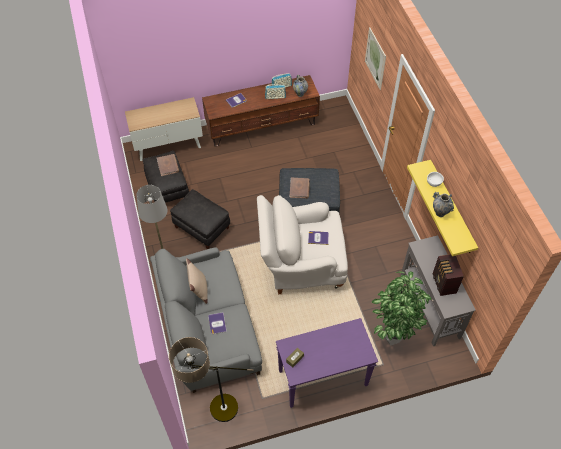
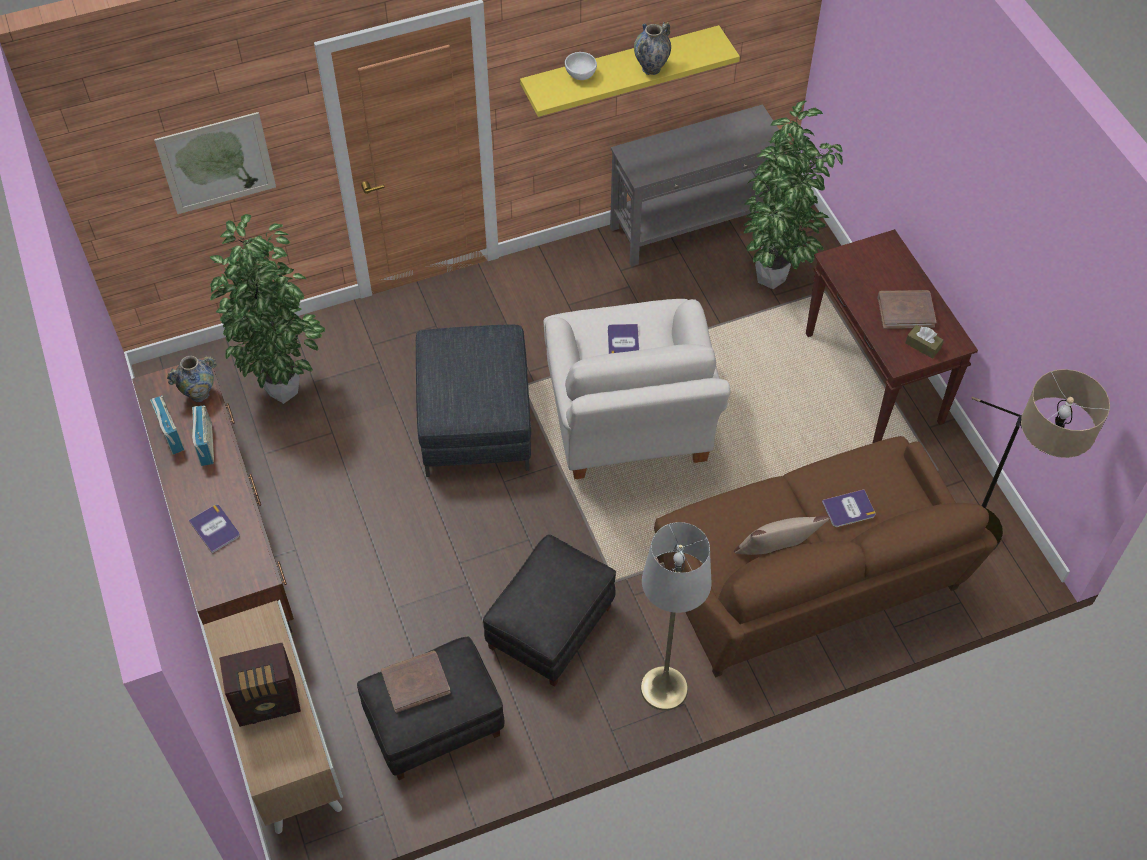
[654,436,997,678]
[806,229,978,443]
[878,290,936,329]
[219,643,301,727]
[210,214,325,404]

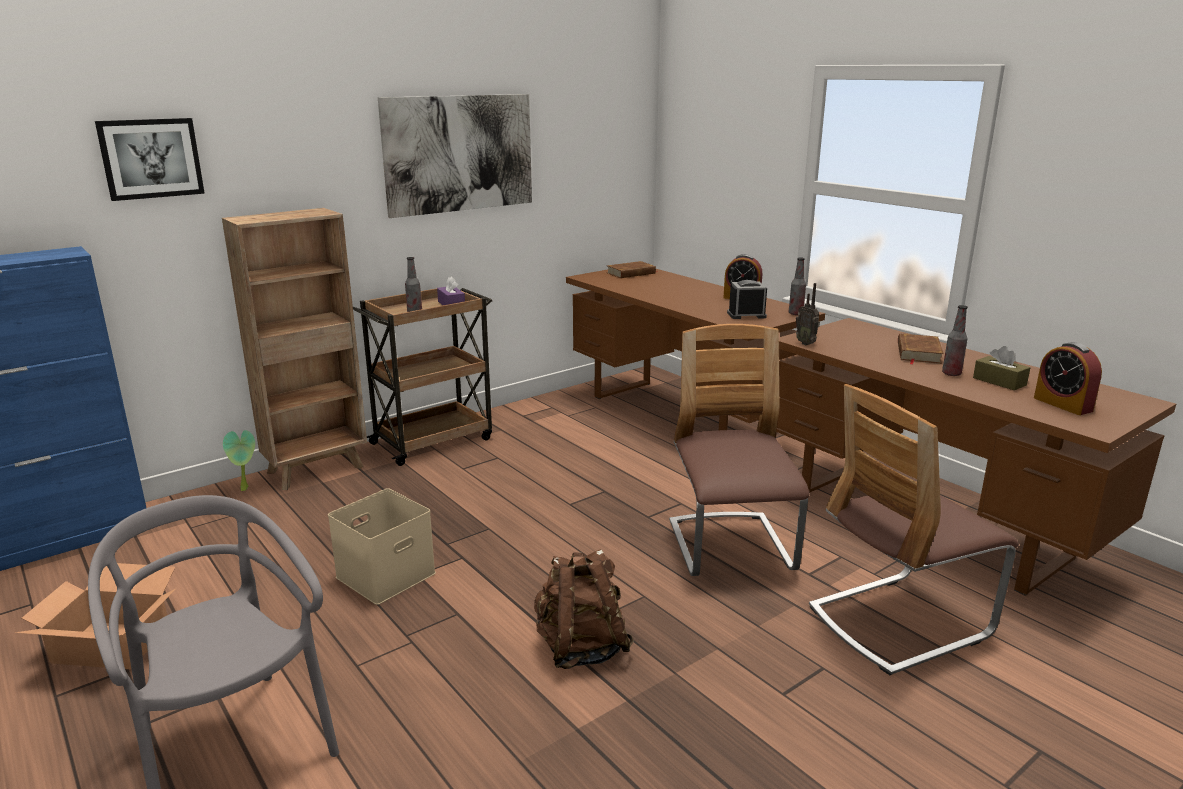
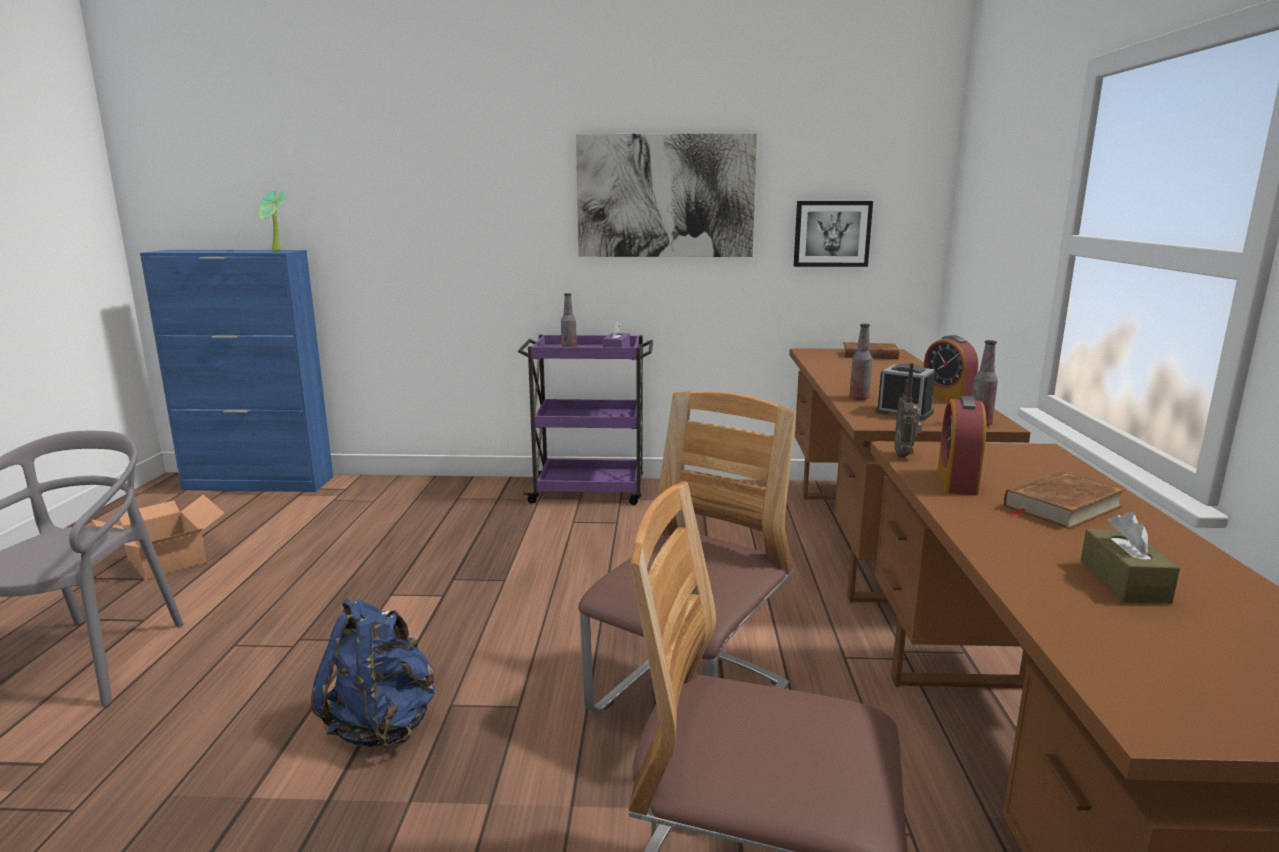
[794,201,873,267]
[222,208,367,490] (first image)
[258,190,286,252]
[328,488,436,605] (first image)
[518,335,653,505]
[311,599,434,748]
[849,324,872,400]
[938,396,986,496]

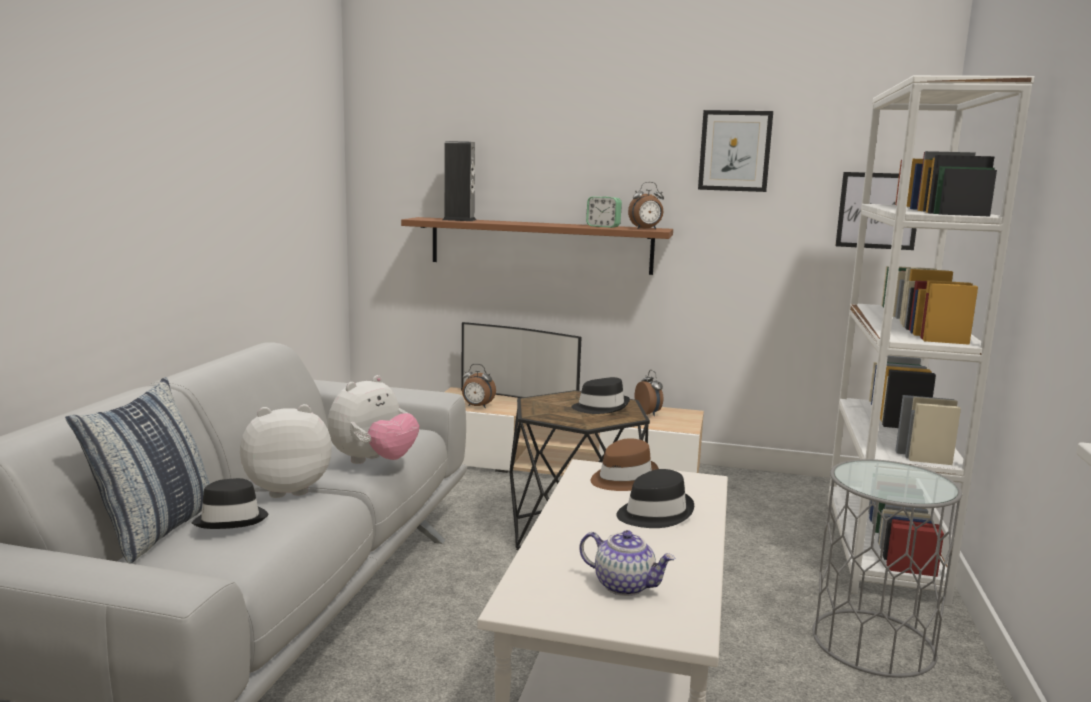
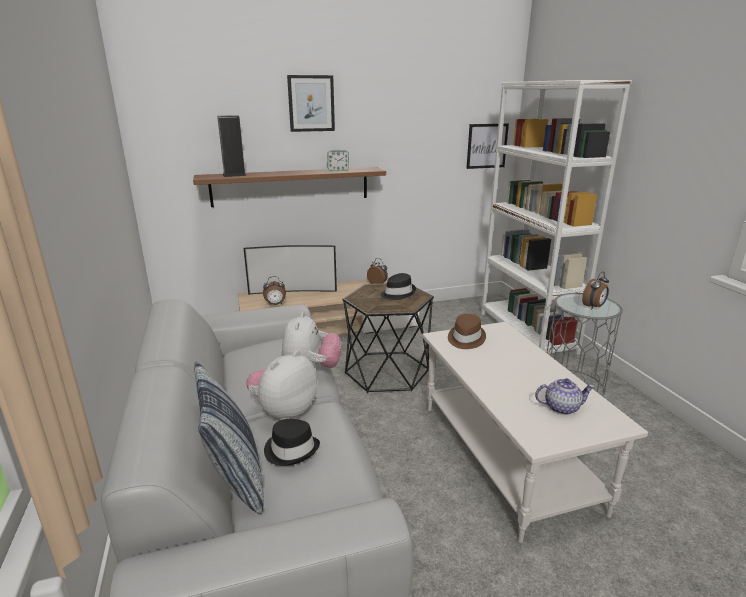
[616,469,694,528] (first image)
[582,271,609,310]
[287,75,335,132]

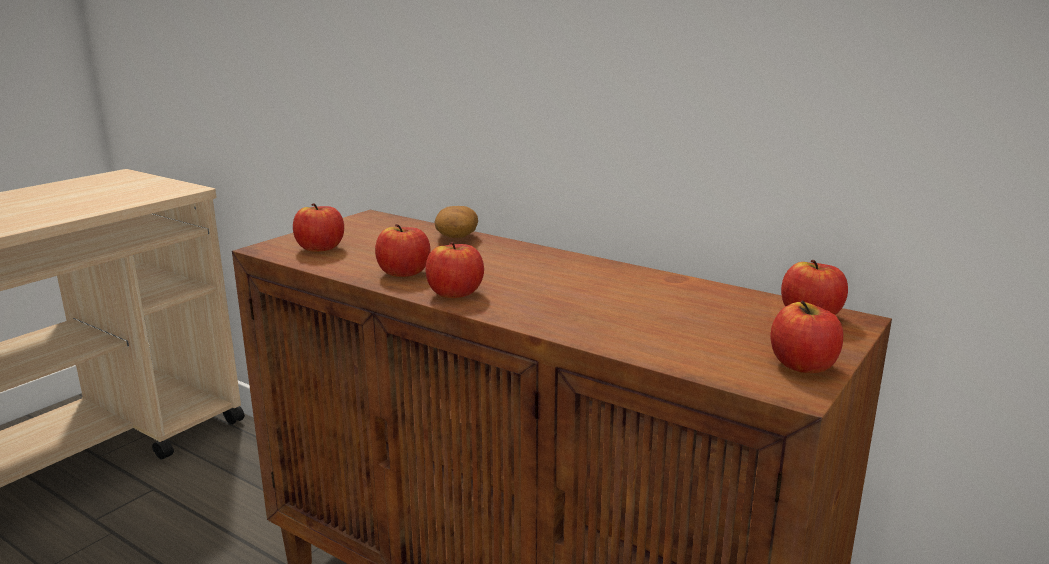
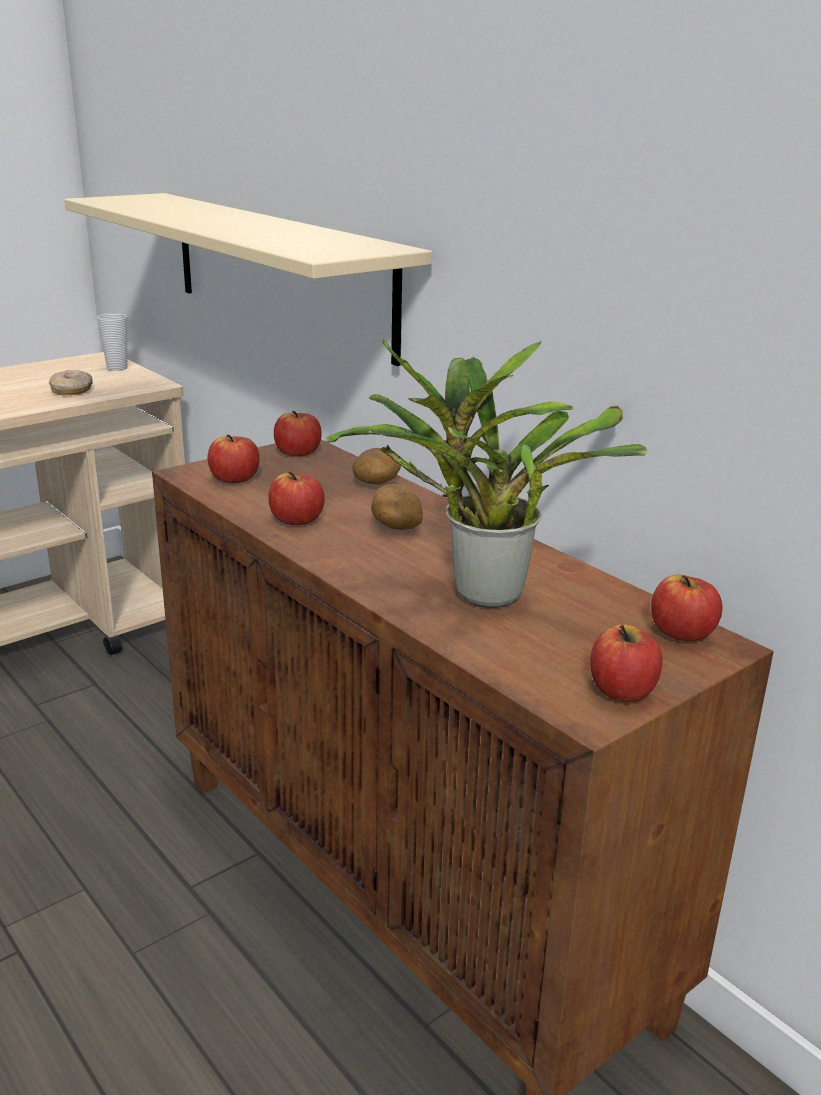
[274,411,322,457]
[48,370,93,395]
[64,193,432,366]
[97,313,128,371]
[324,340,647,608]
[371,484,423,530]

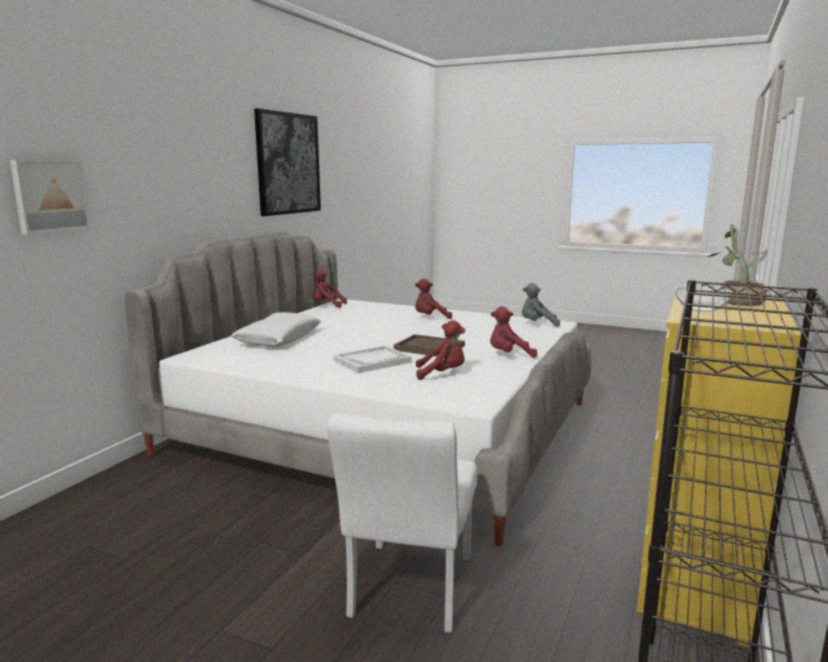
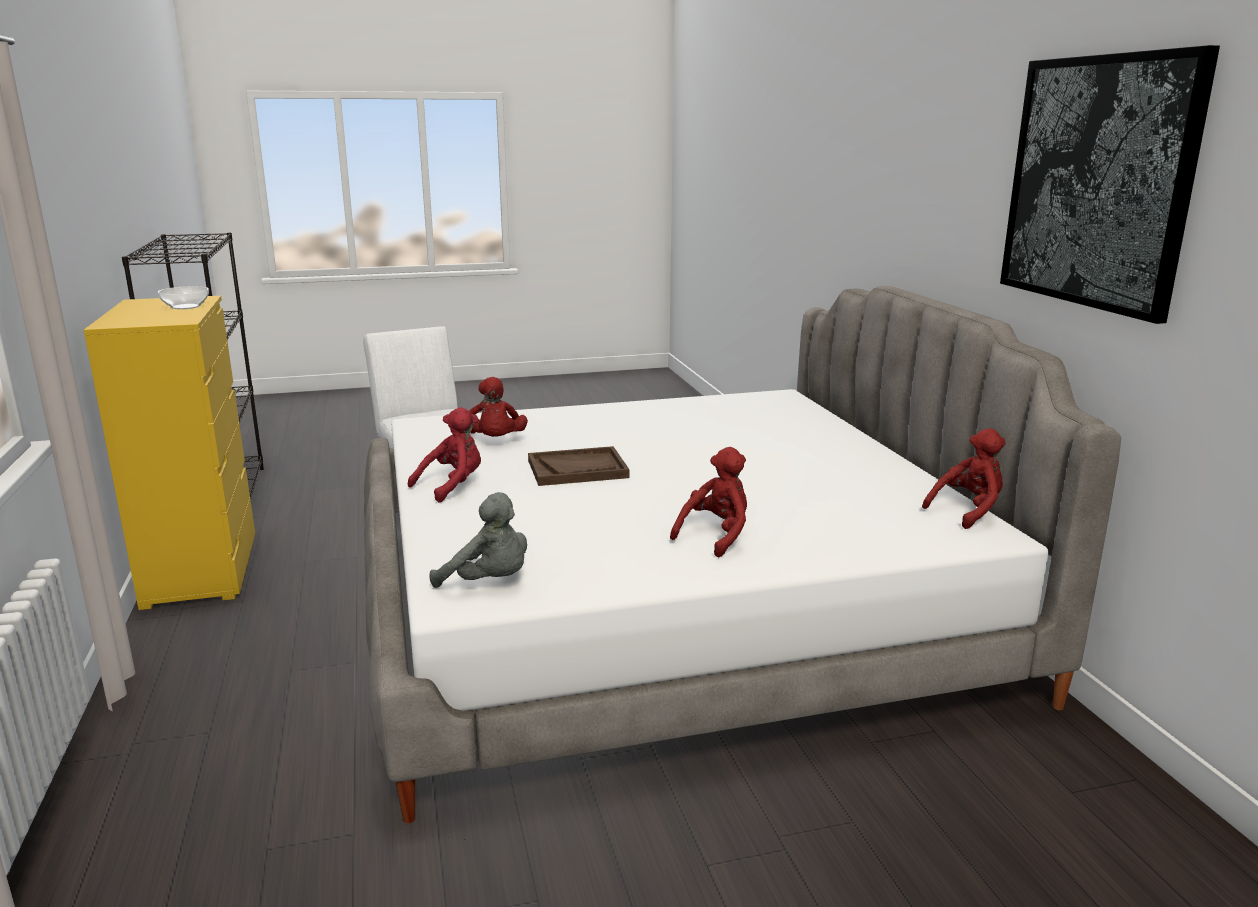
[10,160,90,234] (first image)
[231,312,321,346] (first image)
[334,345,412,373] (first image)
[469,377,528,437]
[429,492,527,588]
[707,224,767,306] (first image)

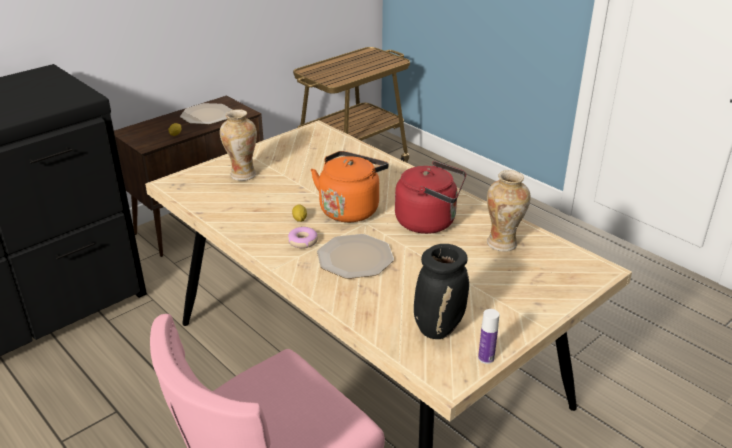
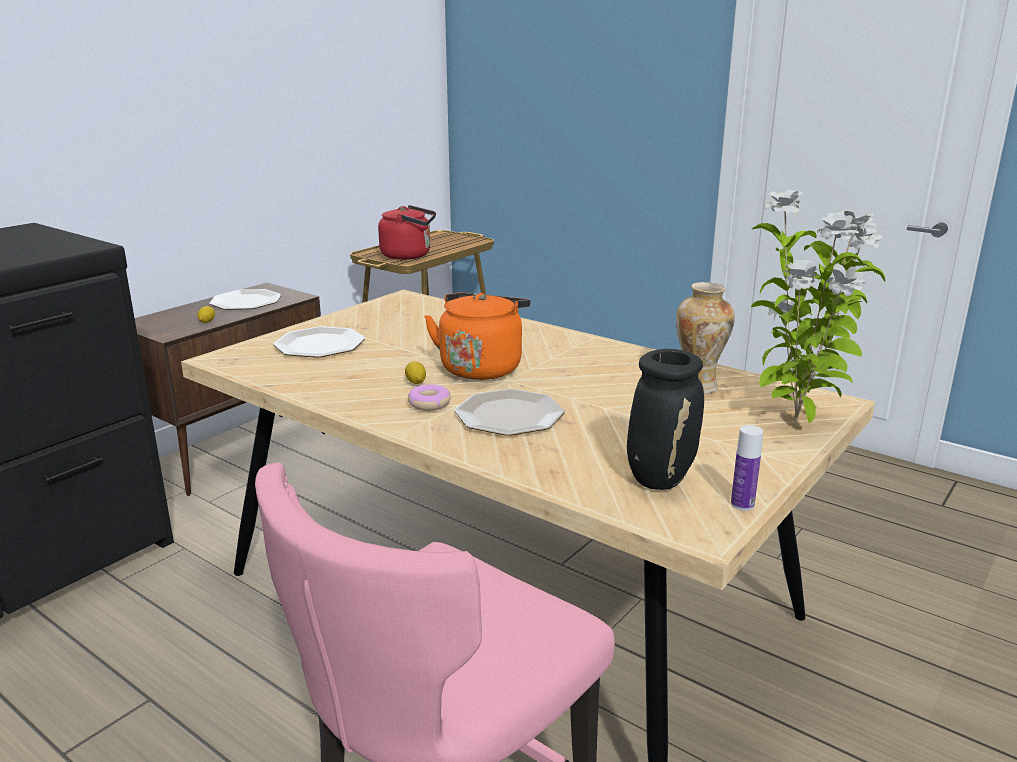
[273,326,365,358]
[378,205,436,260]
[751,190,885,423]

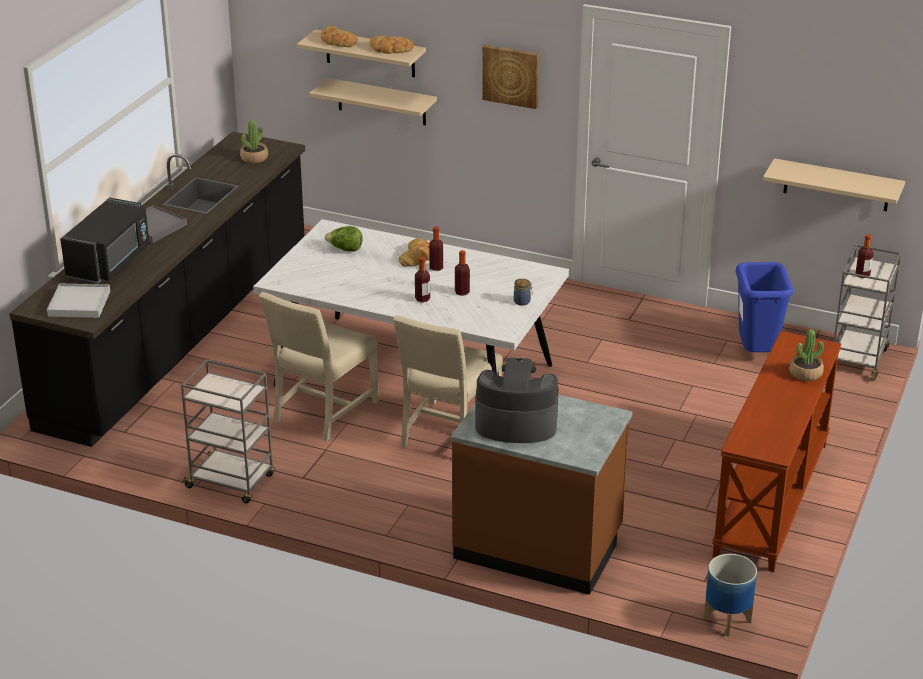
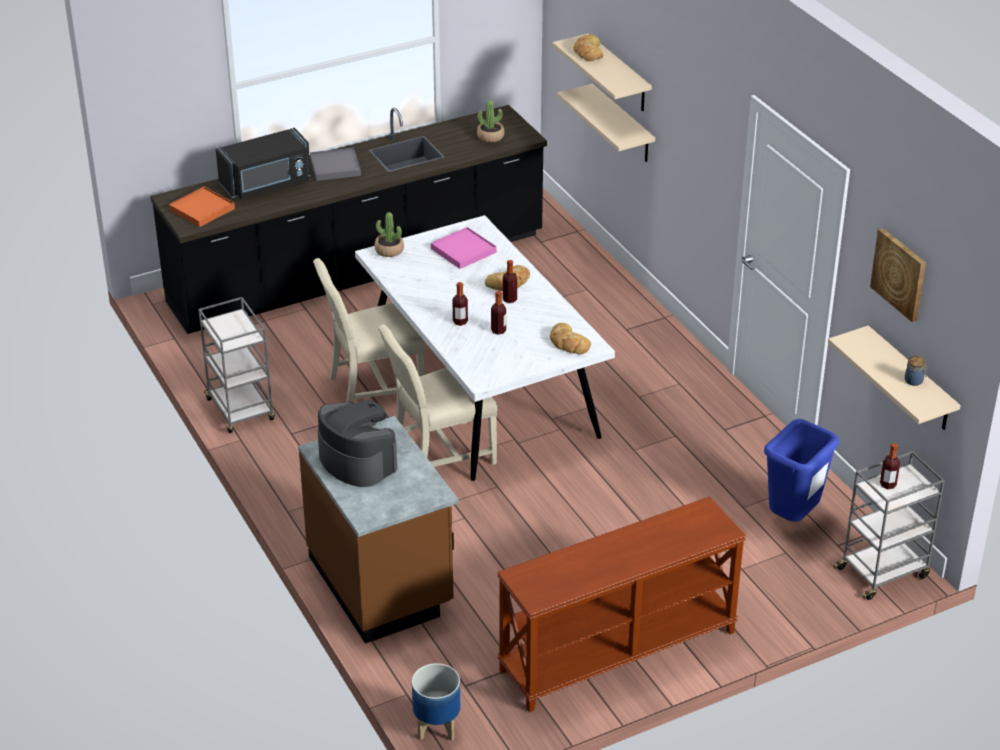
[169,187,235,227]
[431,227,497,269]
[550,323,591,355]
[870,228,926,322]
[905,356,928,386]
[374,212,404,257]

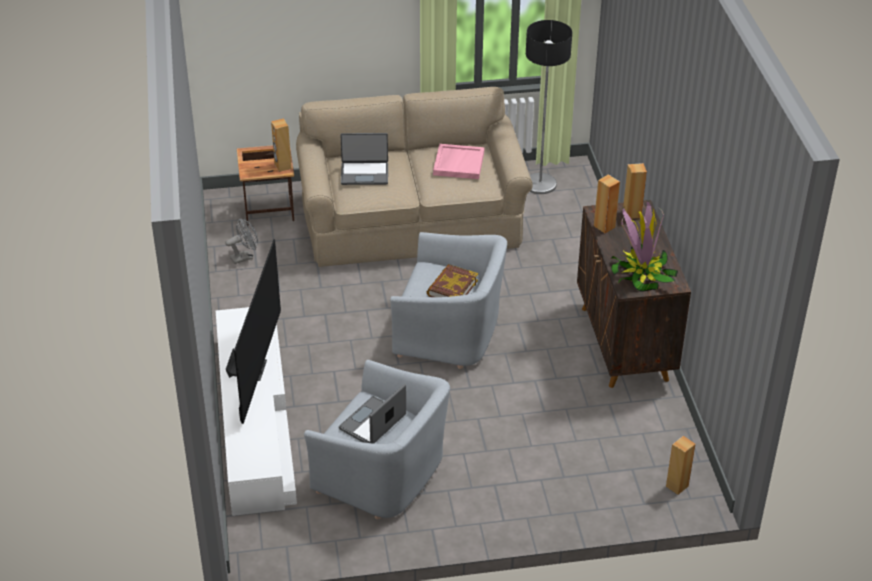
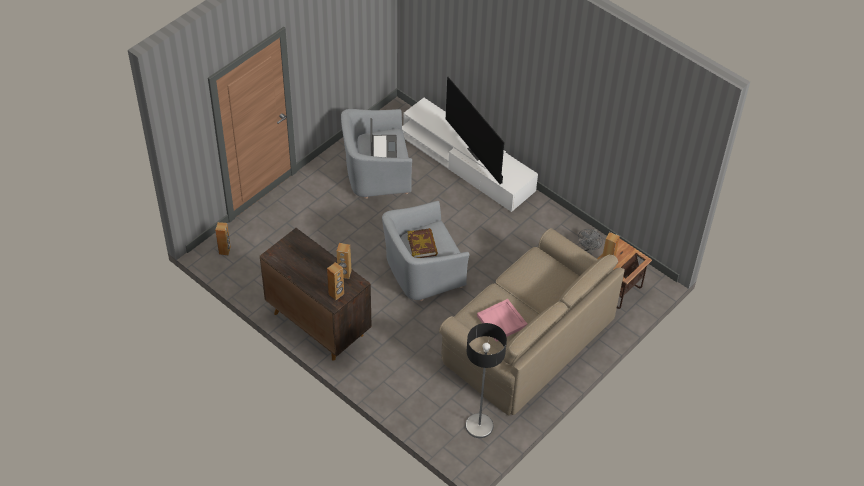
[340,133,388,185] (first image)
[611,199,678,292] (first image)

